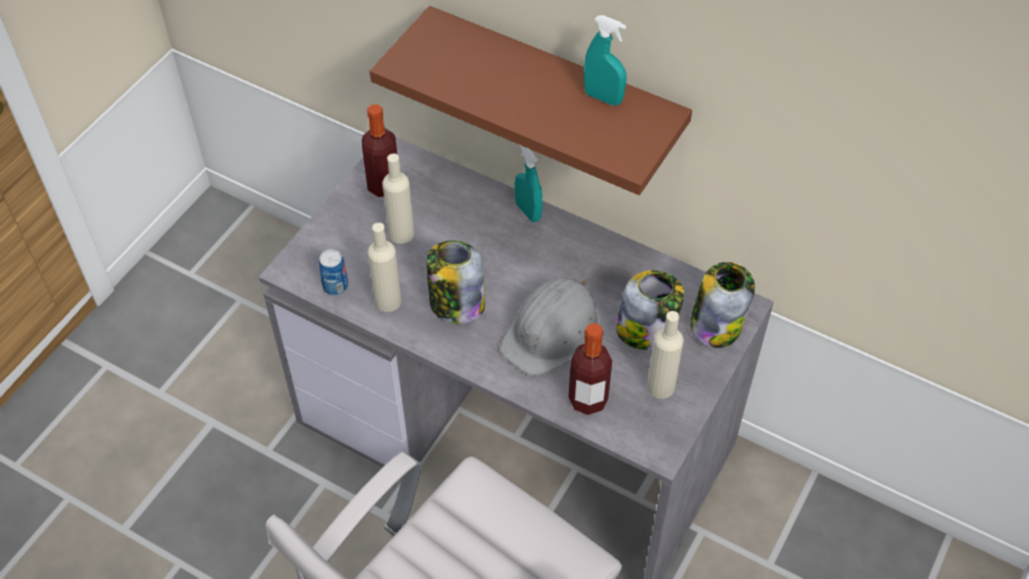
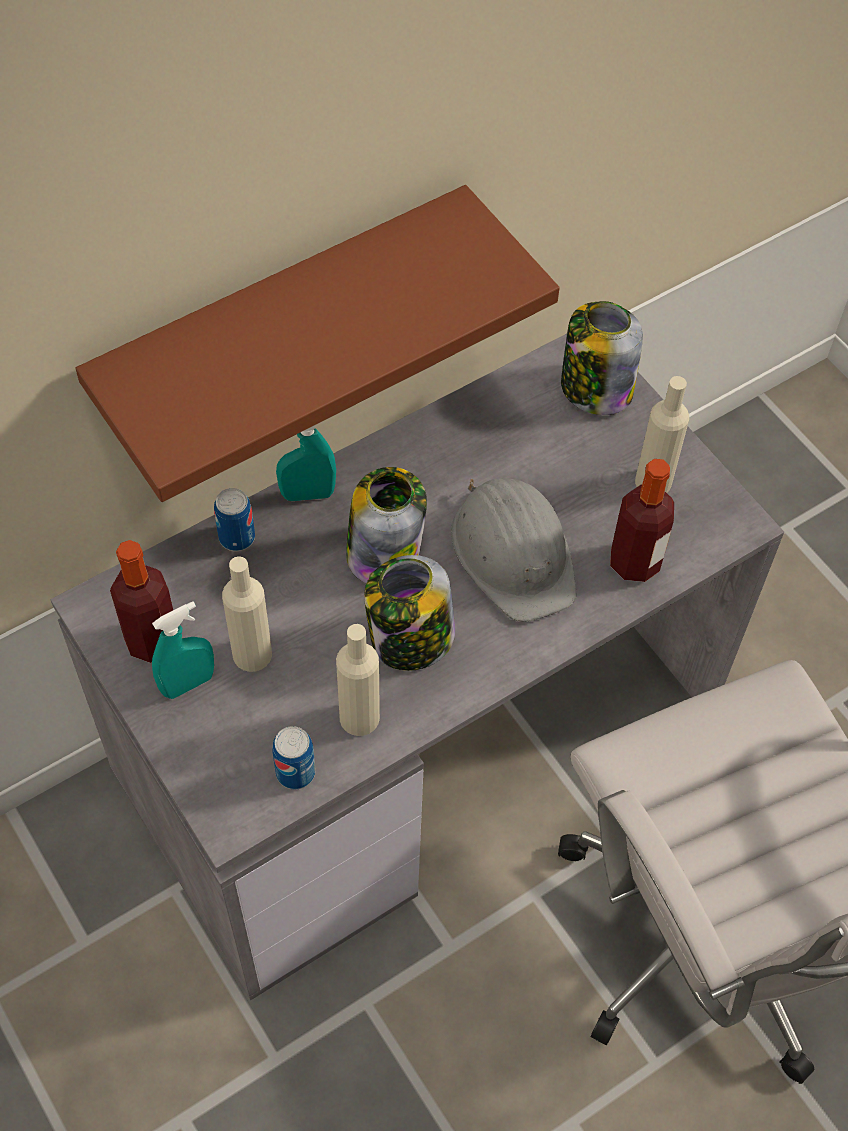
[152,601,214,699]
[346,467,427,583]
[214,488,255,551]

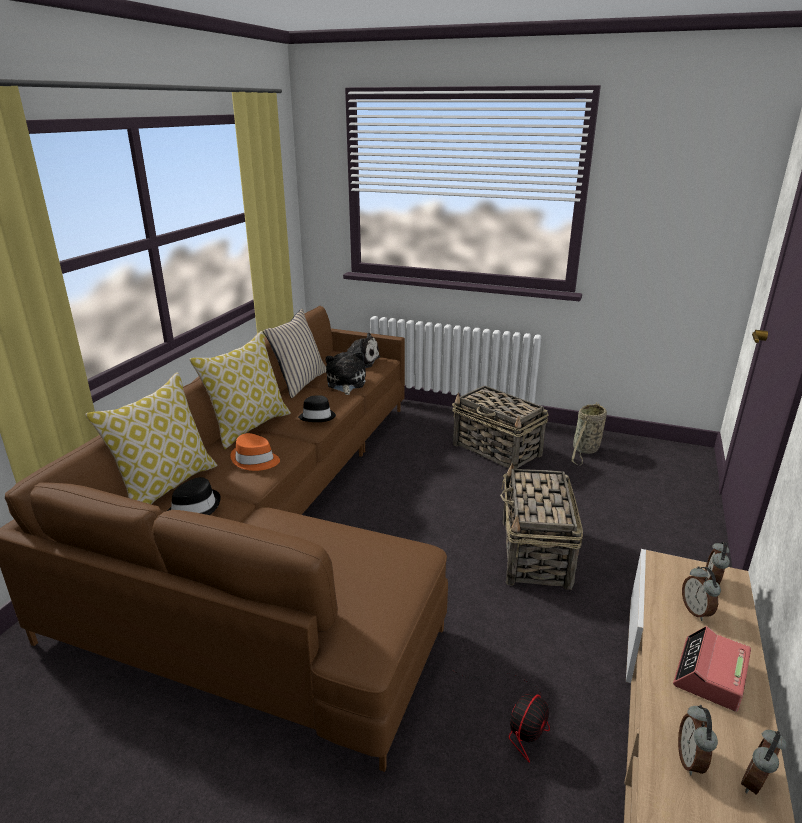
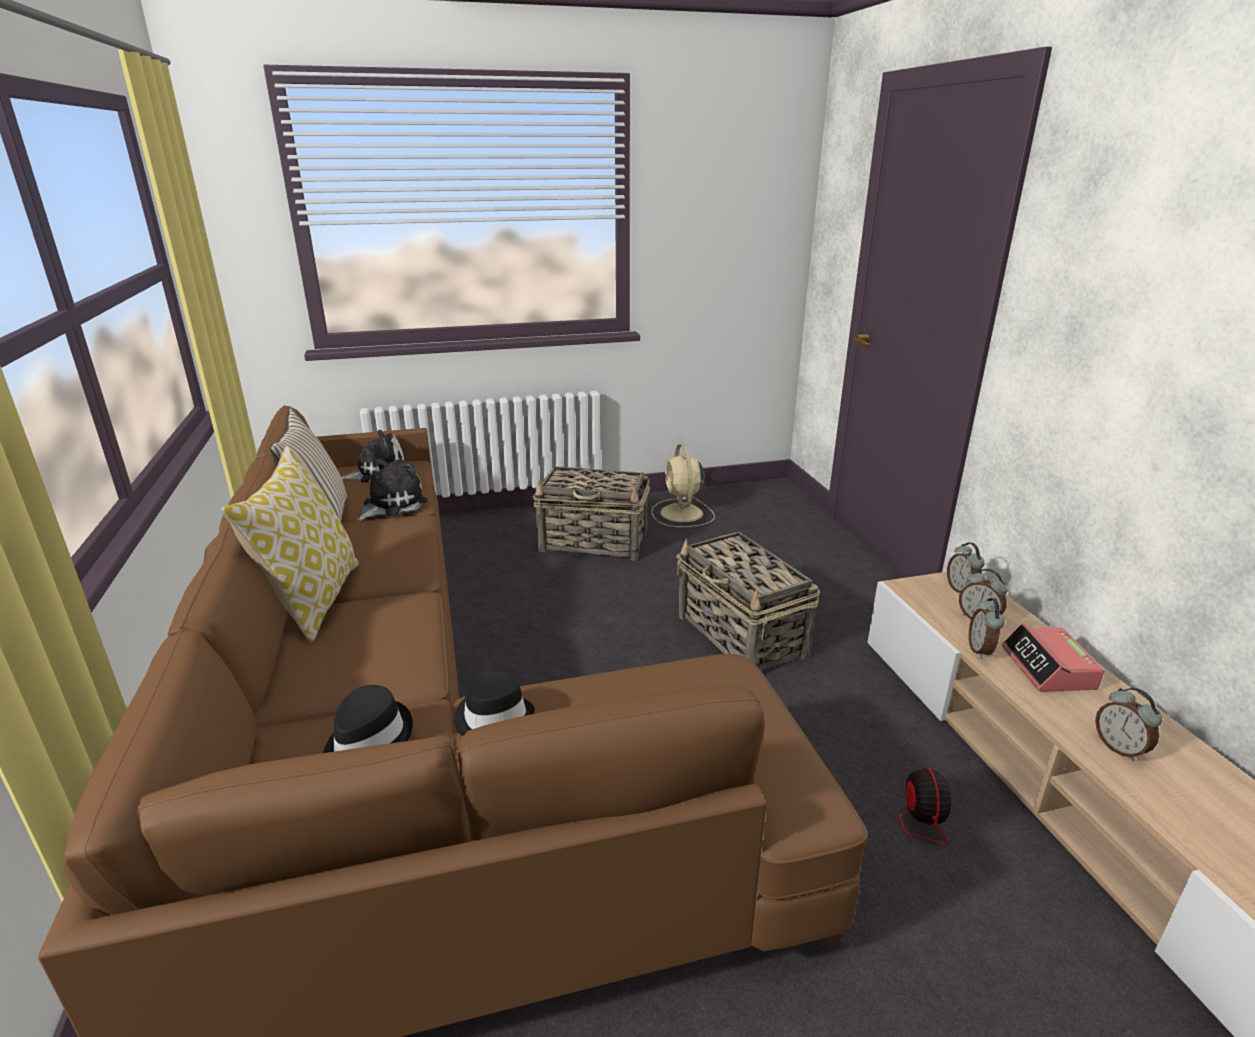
[85,372,217,504] (first image)
[230,433,280,471] (first image)
[454,671,535,736]
[357,459,428,521]
[651,444,715,527]
[969,598,1005,659]

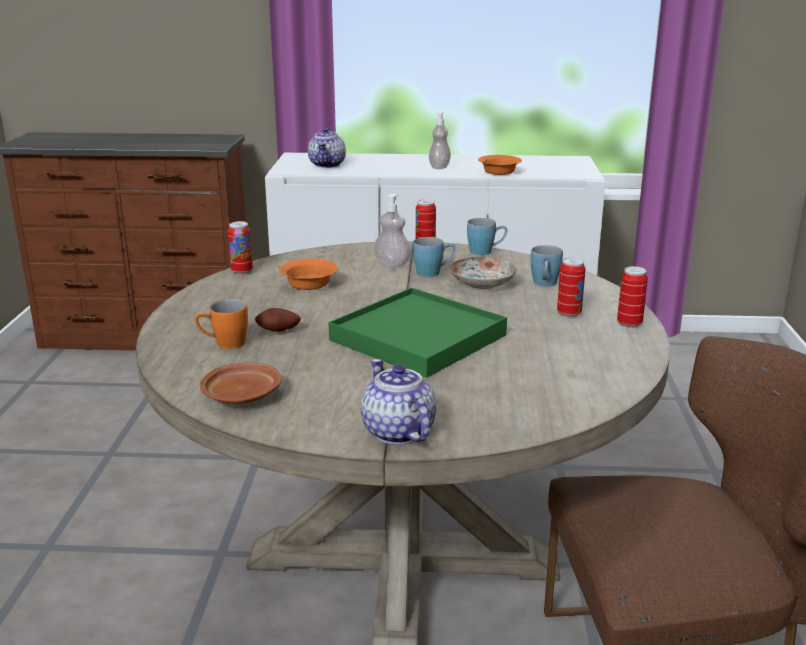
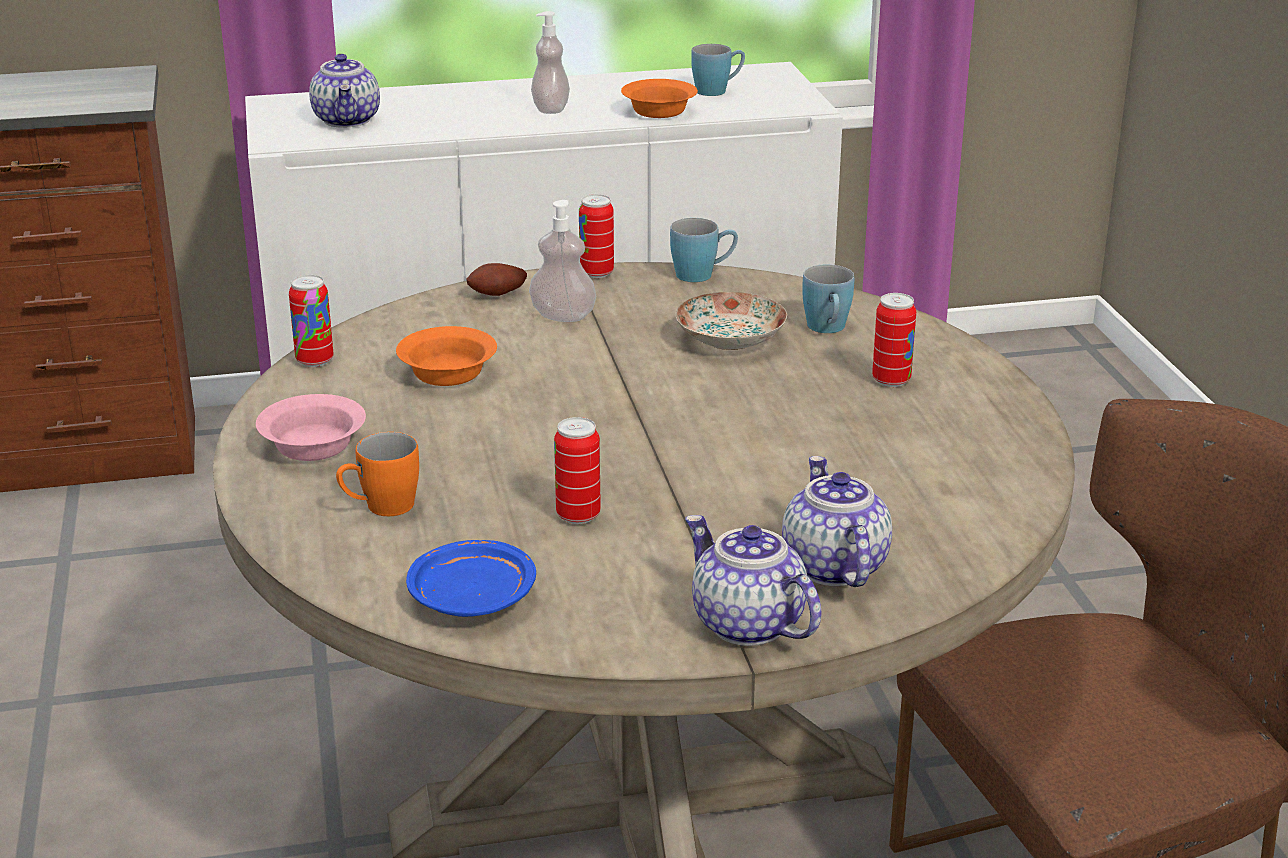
[406,540,536,617]
[466,263,527,296]
[328,288,507,378] (first image)
[691,44,745,96]
[554,417,601,524]
[256,394,366,461]
[782,456,892,587]

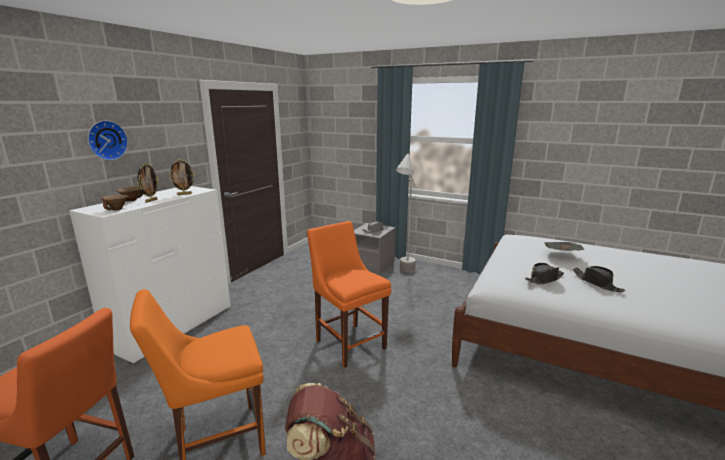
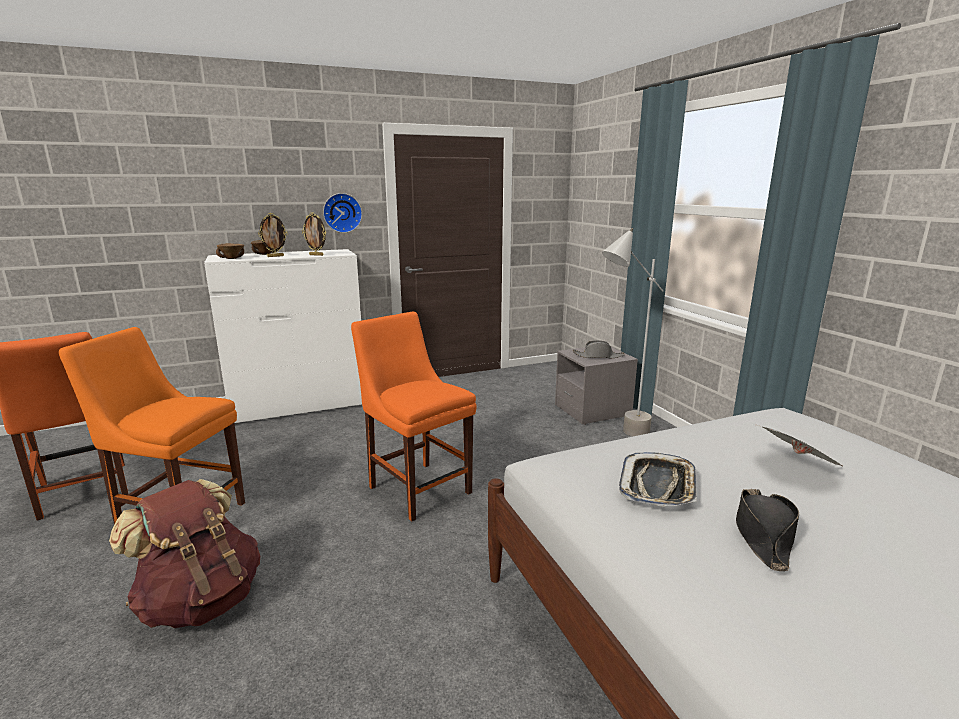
[323,193,362,233]
[351,311,477,521]
[619,452,697,507]

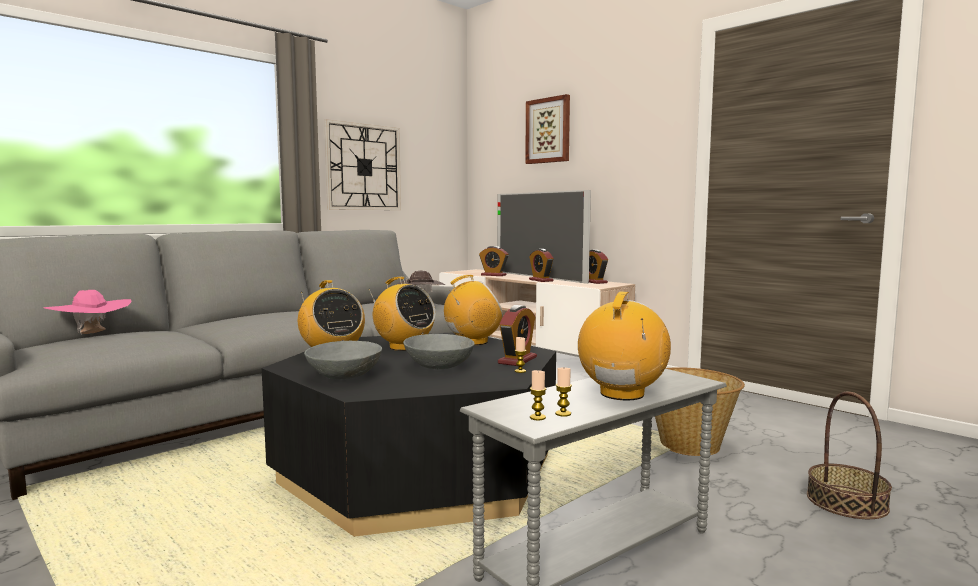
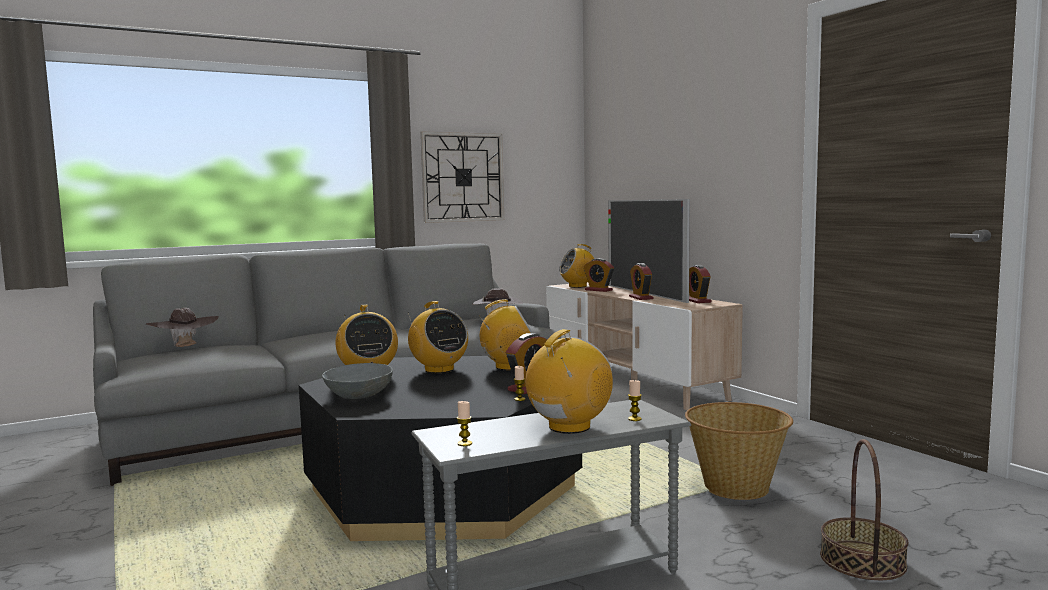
[146,308,219,347]
[403,334,475,369] (first image)
[525,94,570,164] (first image)
[628,380,642,421]
[559,244,594,288]

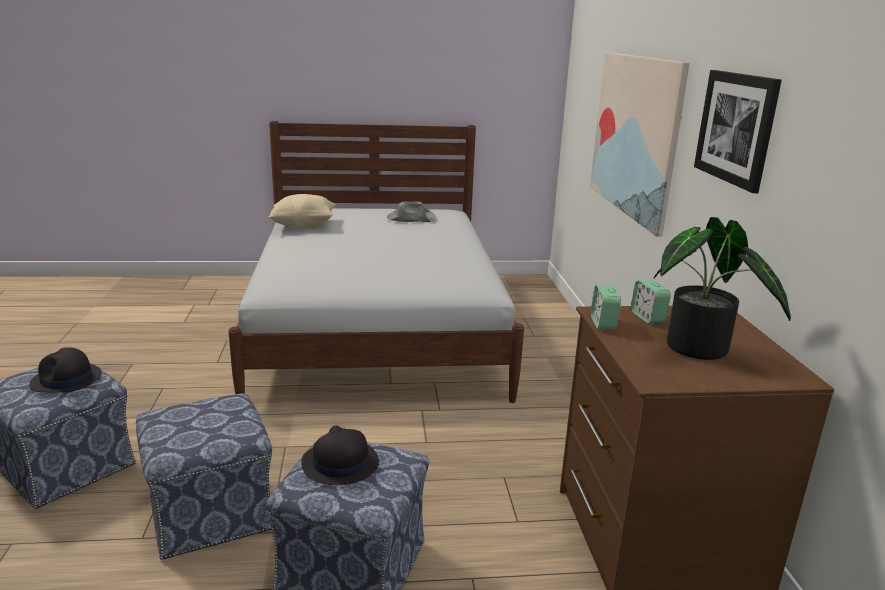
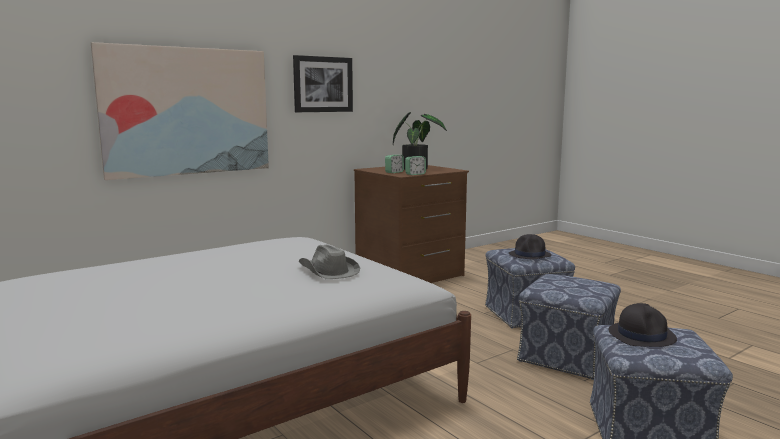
[269,194,336,228] (first image)
[299,245,360,279]

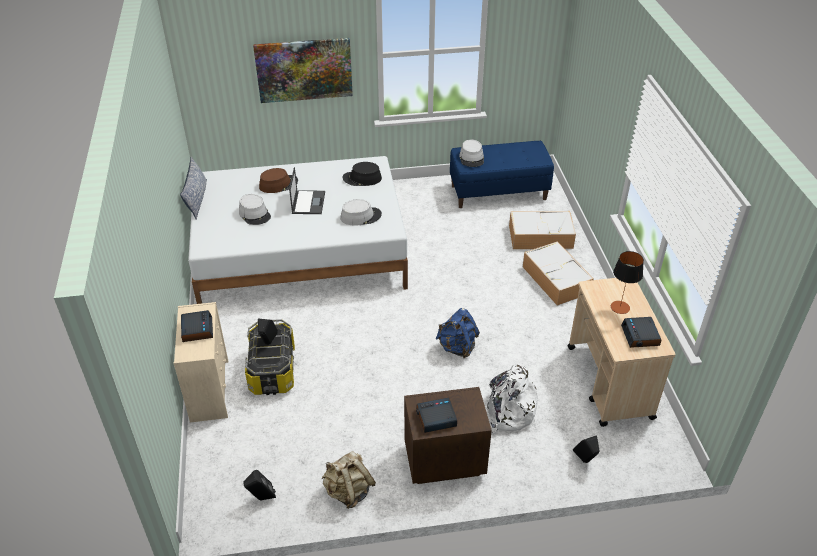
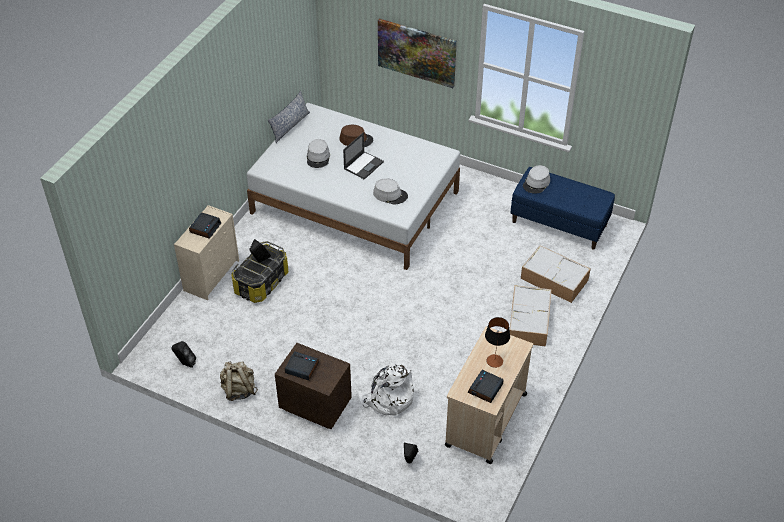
[342,162,382,186] (first image)
[436,308,480,358] (first image)

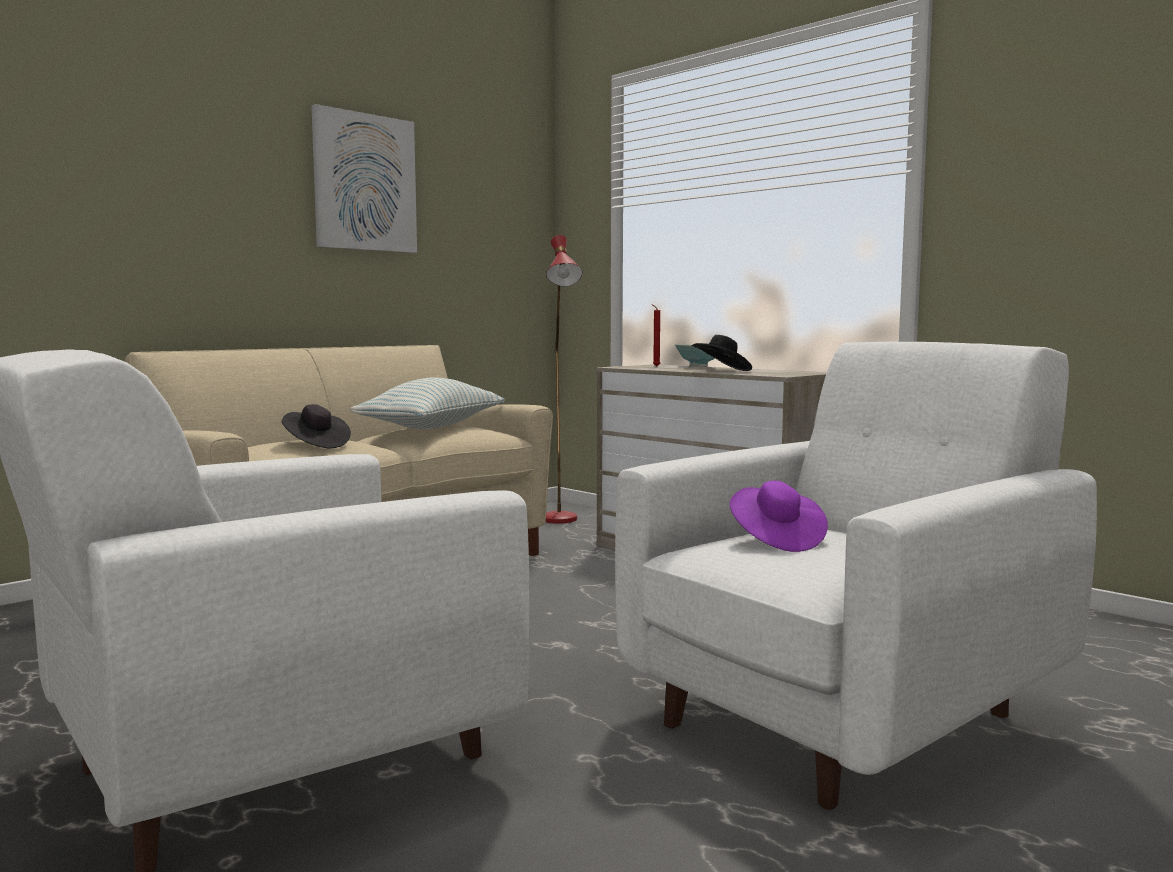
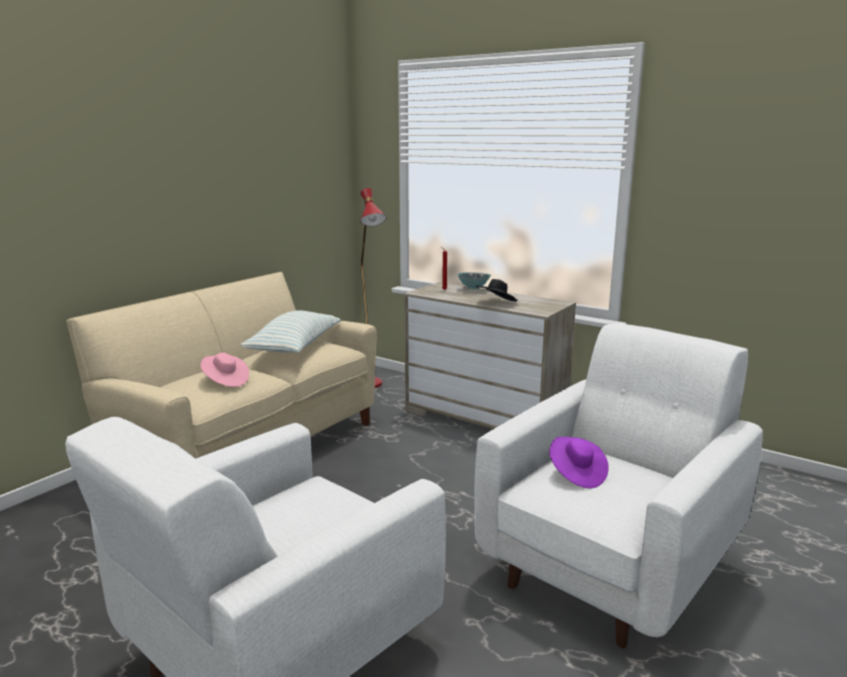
[200,353,249,387]
[311,104,417,253] (first image)

